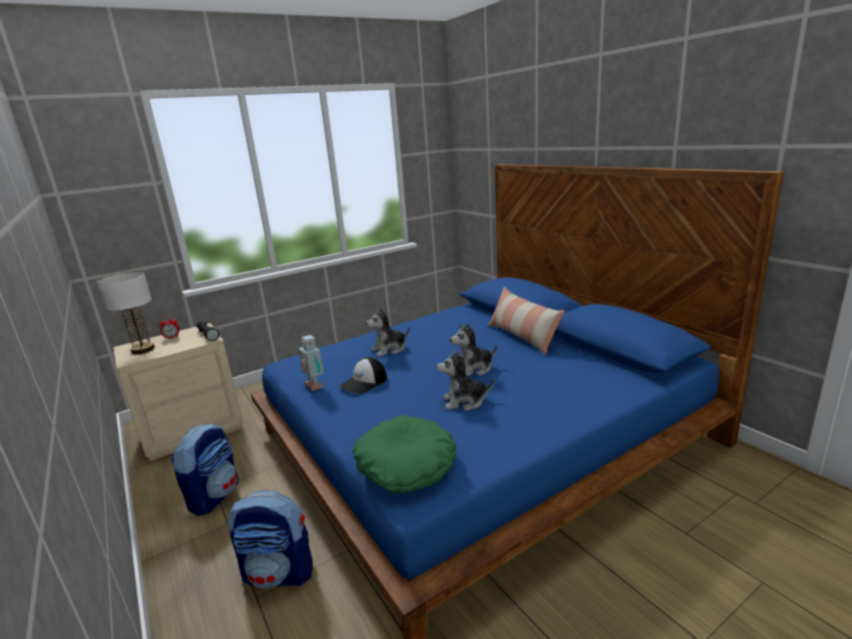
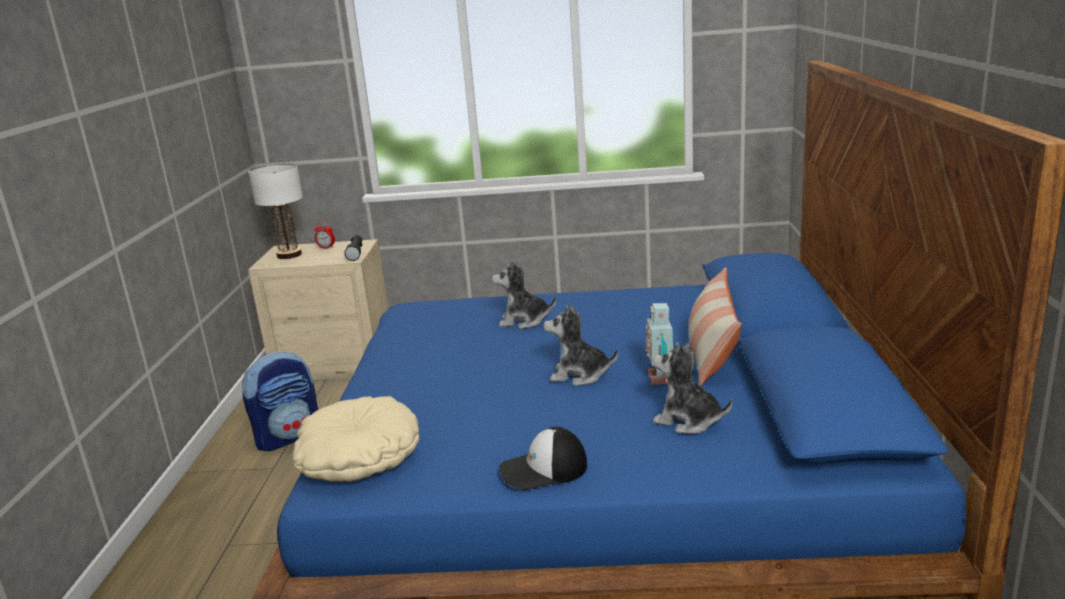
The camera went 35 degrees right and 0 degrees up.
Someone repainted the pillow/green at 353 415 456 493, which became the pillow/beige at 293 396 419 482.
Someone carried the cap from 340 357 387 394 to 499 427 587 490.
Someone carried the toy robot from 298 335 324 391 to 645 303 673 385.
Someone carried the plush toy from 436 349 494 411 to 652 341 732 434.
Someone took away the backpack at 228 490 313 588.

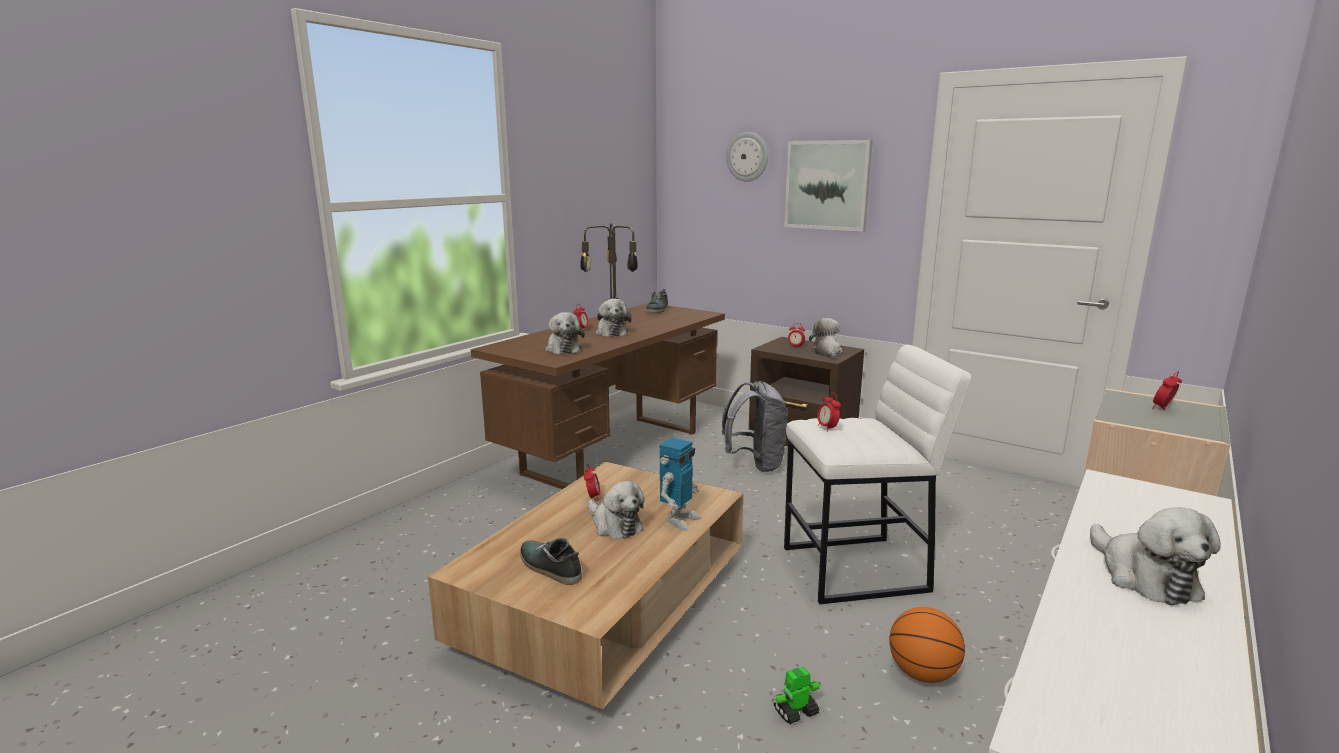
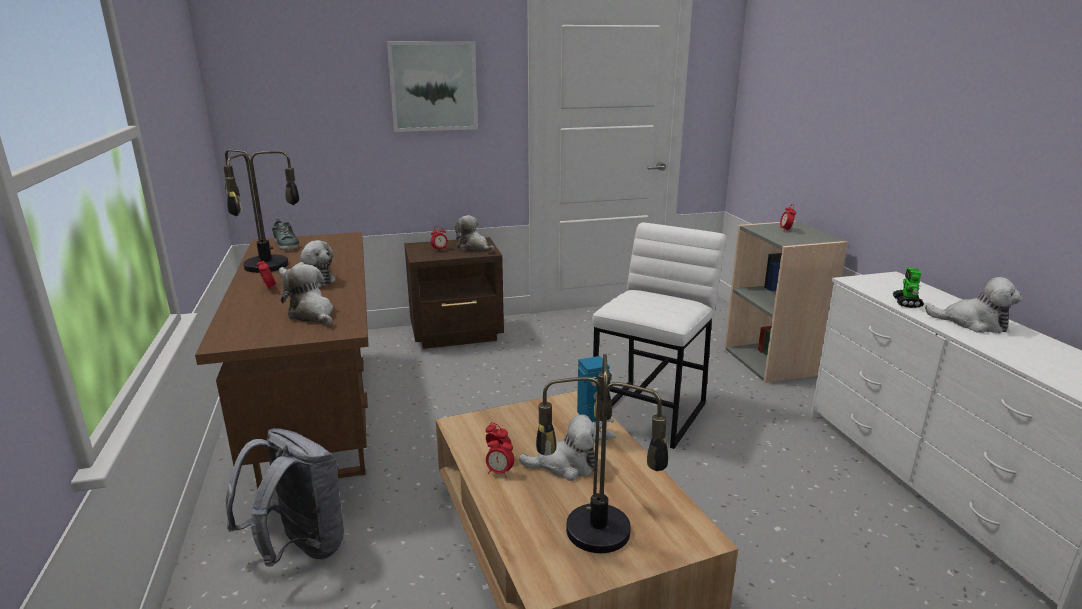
The camera went 50 degrees left and 5 degrees up.
Someone carried the backpack/grey from 722 381 788 472 to 226 428 344 567.
Someone rotated the plush toy at 545 312 585 354 by 150 degrees counterclockwise.
Someone carried the alarm clock from 818 393 841 432 to 486 435 514 478.
Someone swapped the shoe at 520 538 582 585 for the table lamp at 536 354 668 553.
Someone carried the toy robot from 771 667 821 724 to 893 268 924 308.
Someone took away the wall clock at 726 132 768 182.
Someone took away the basketball at 889 607 965 683.

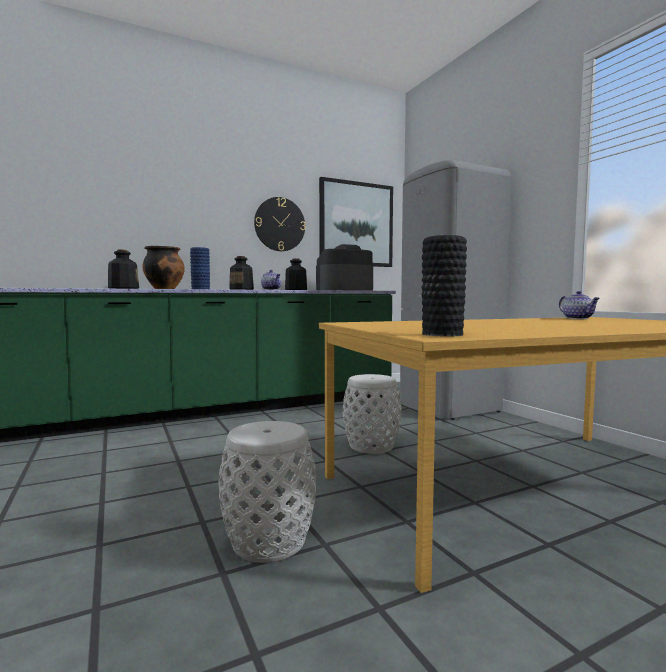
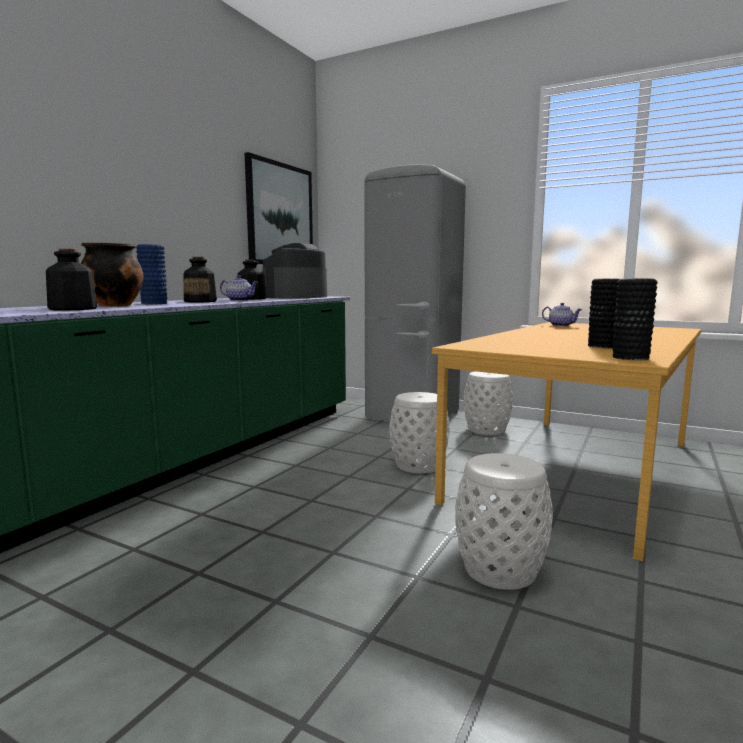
The camera went 35 degrees left and 5 degrees up.
Someone put down the stool/white at 463 371 513 435.
Someone put down the vase/black at 588 279 620 348.
Someone took away the wall clock at 254 197 306 251.

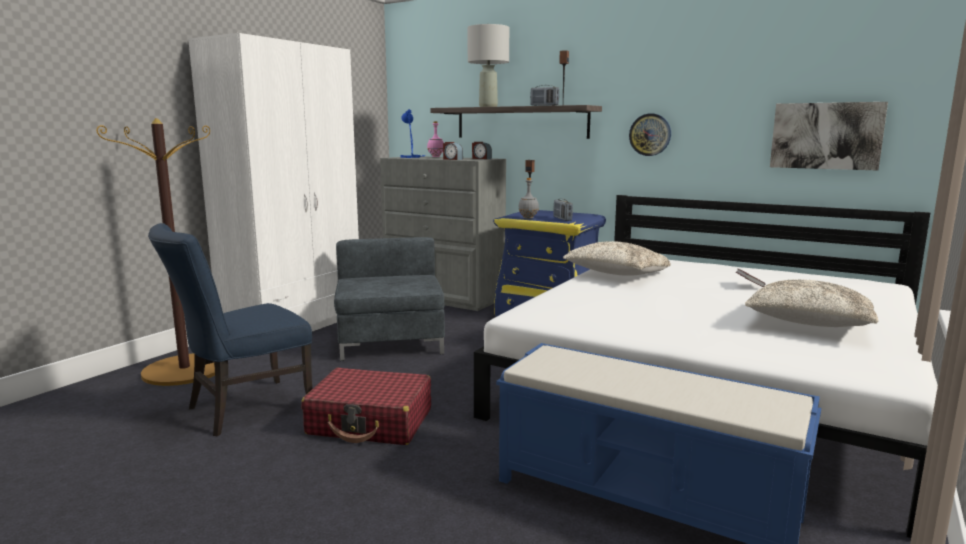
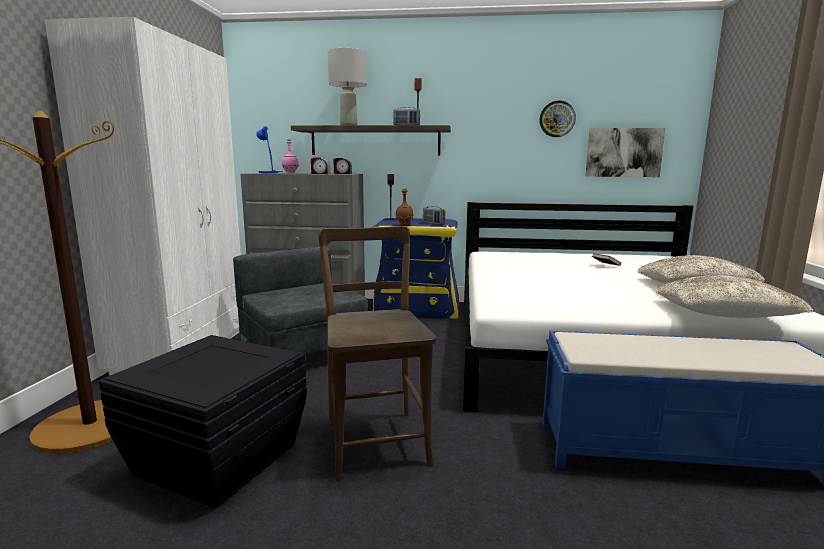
The camera went 25 degrees left and 0 degrees up.
Someone swapped the chair/blue at 148 223 313 437 for the storage box/black at 99 335 307 508.
Someone swapped the suitcase/red at 301 368 431 445 for the chair/brown at 319 226 437 479.
Someone repainted the bottle/grey at 519 178 539 219, which became the bottle/brown at 396 188 414 225.
Someone carried the wall clock from 629 113 671 156 to 539 101 576 137.
Someone carried the pillow/beige from 563 241 670 276 to 656 275 813 318.

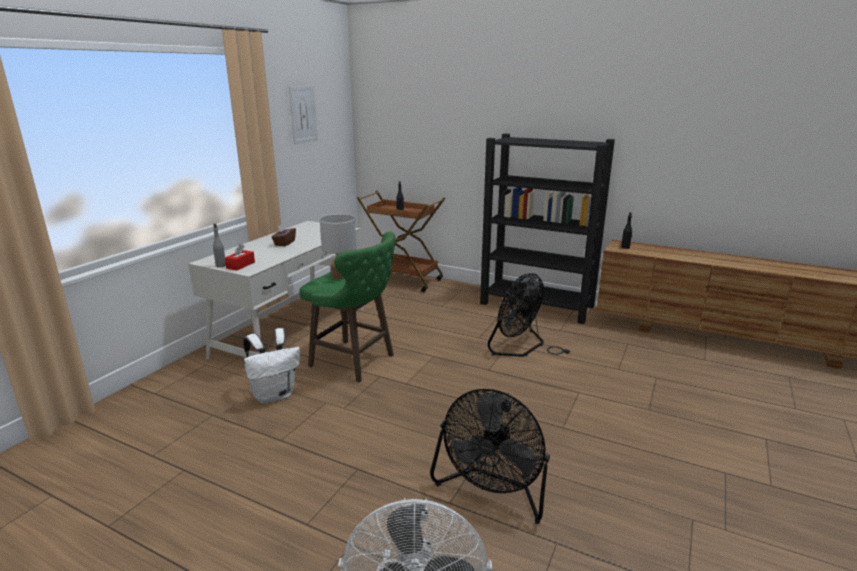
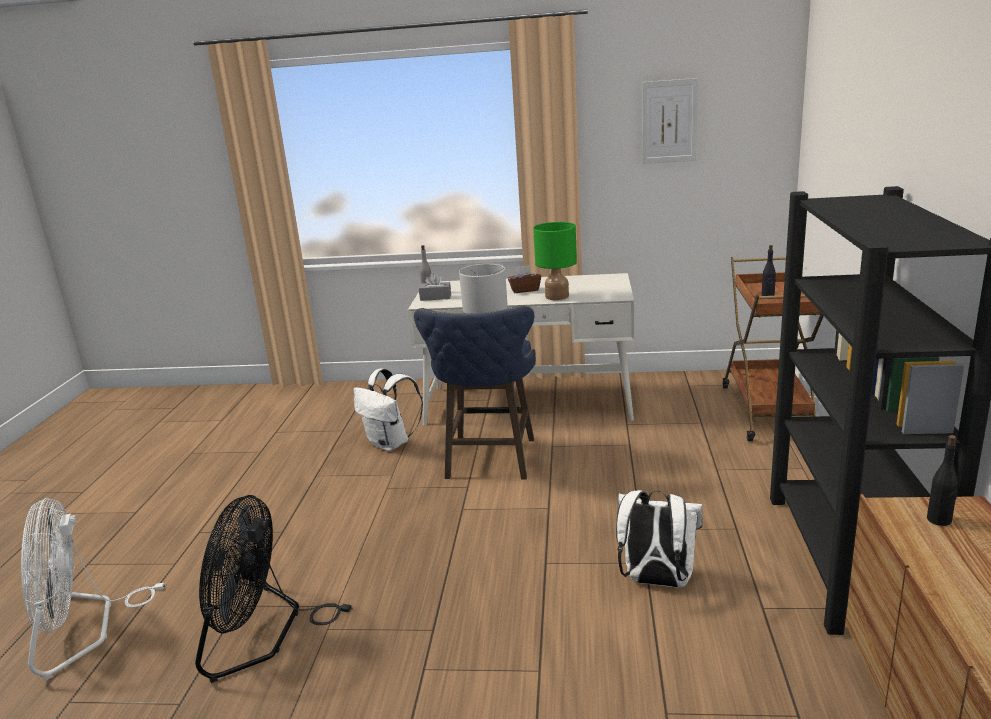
The camera went 70 degrees right and 0 degrees up.
Someone repainted the stool/green at 300 231 396 382, which became the stool/blue at 414 305 536 479.
Someone repainted the tissue box/red at 225 244 255 270, which became the tissue box/grey at 419 273 451 301.
Someone put down the table lamp/green at 533 222 577 300.
Someone swapped the fan/black at 488 273 570 357 for the backpack/white at 616 490 703 588.

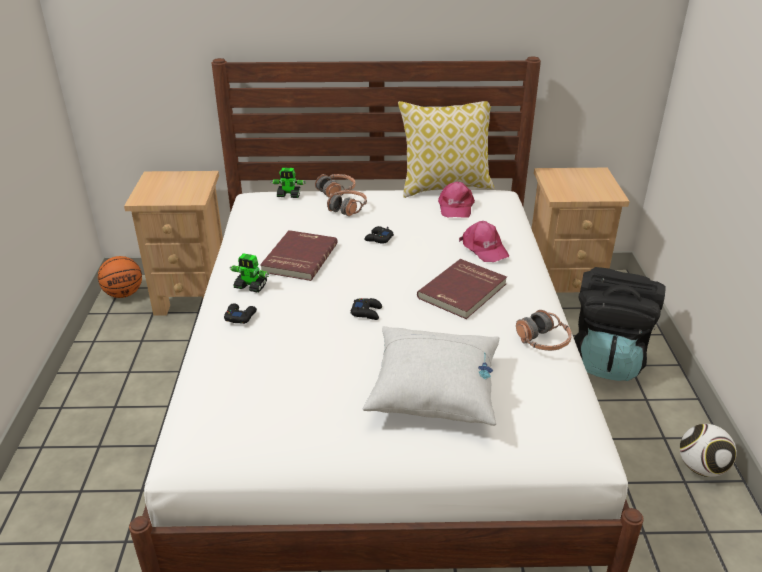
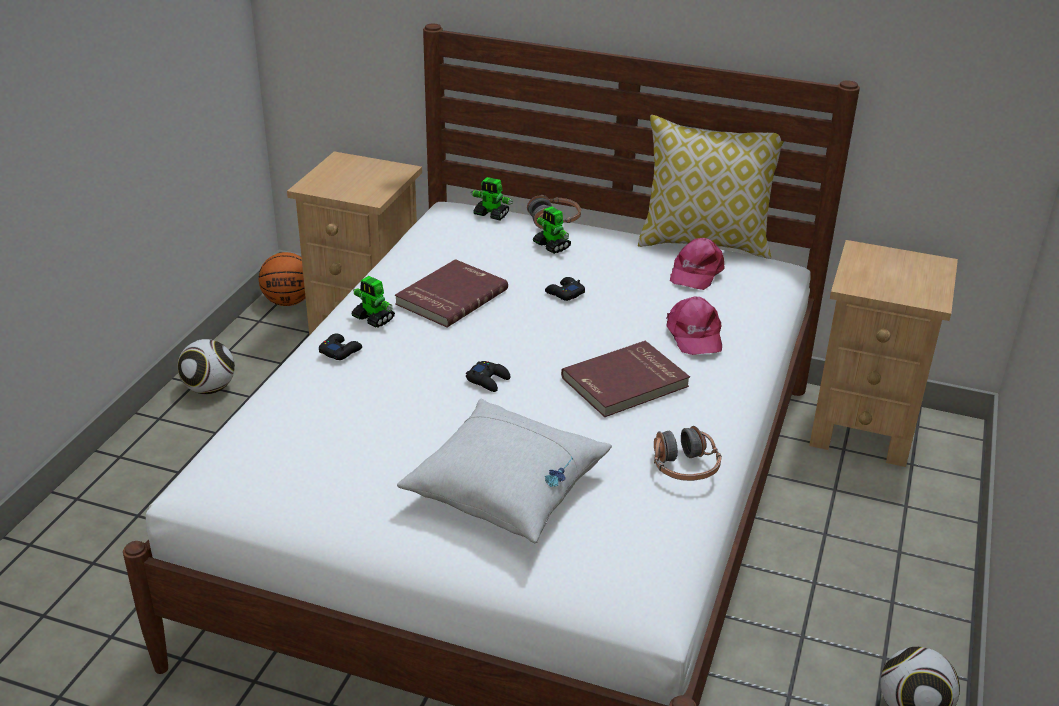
The camera went 20 degrees right and 0 degrees up.
Someone put down the football at 178 339 235 394.
Someone swapped the headphones at 327 190 367 216 for the toy robot at 533 206 571 254.
Someone took away the backpack/black at 574 267 666 381.

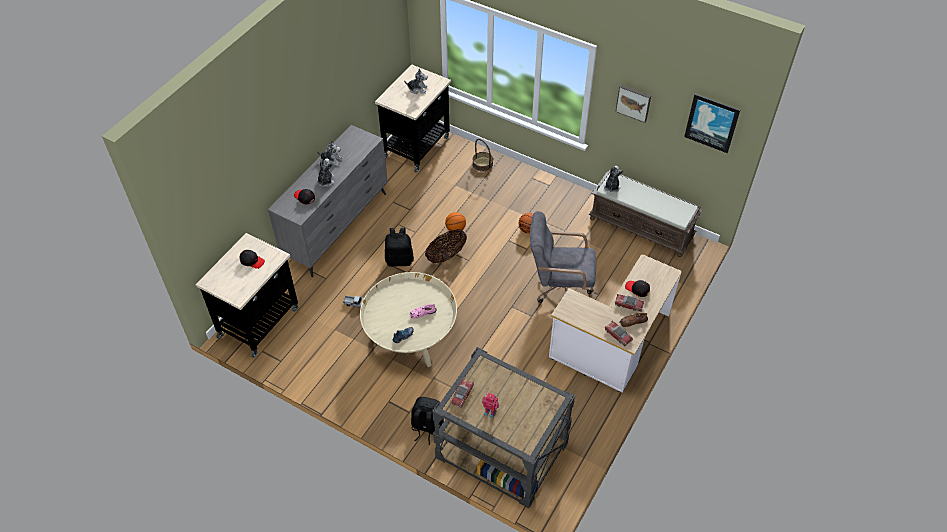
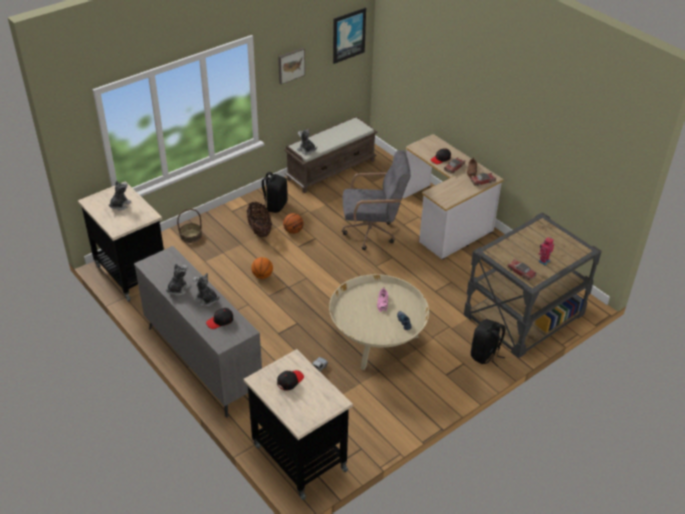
The camera went 70 degrees left and 10 degrees down.
Someone carried the basket from 425 229 467 263 to 247 202 272 237.
Someone carried the backpack/black from 385 228 414 266 to 259 172 288 213.
Someone rotated the office chair/grey at 530 211 596 303 by 120 degrees counterclockwise.

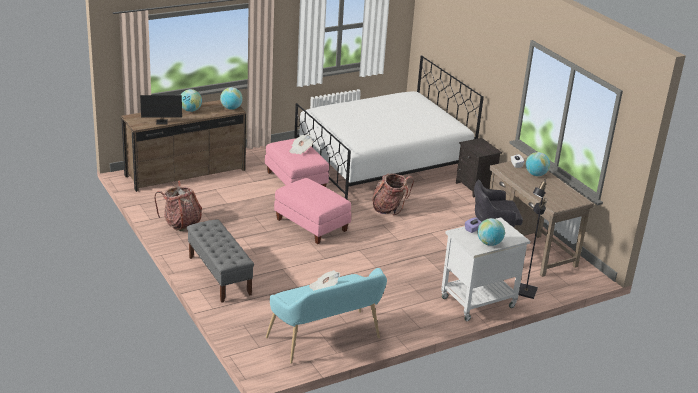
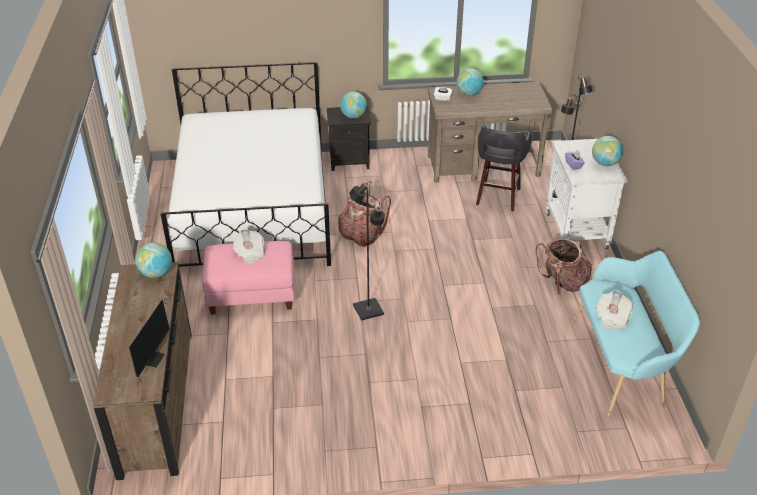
The camera went 65 degrees left and 10 degrees up.
Someone carried the globe from 181 89 202 112 to 340 92 367 119.
Someone swapped the ottoman/pink at 274 178 351 244 for the floor lamp/black at 349 181 385 321.
Someone carried the backpack from 154 181 202 231 to 536 238 592 295.
Someone took away the bench/grey at 187 220 254 303.

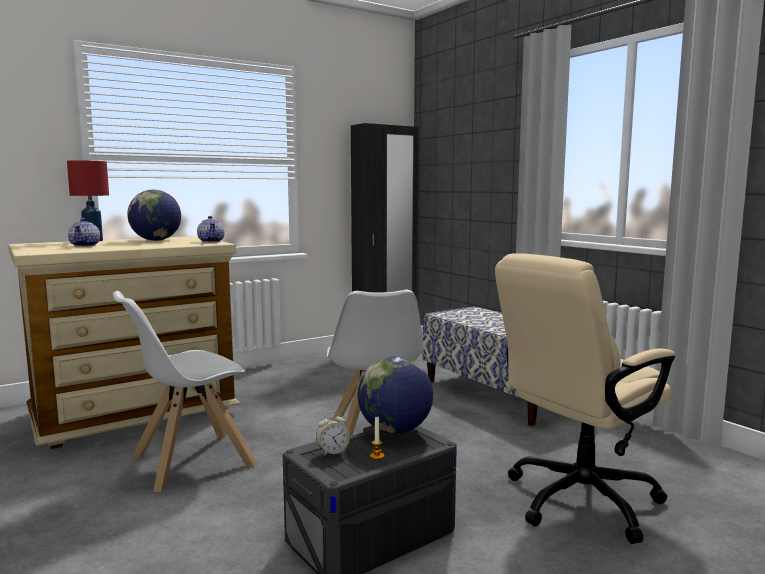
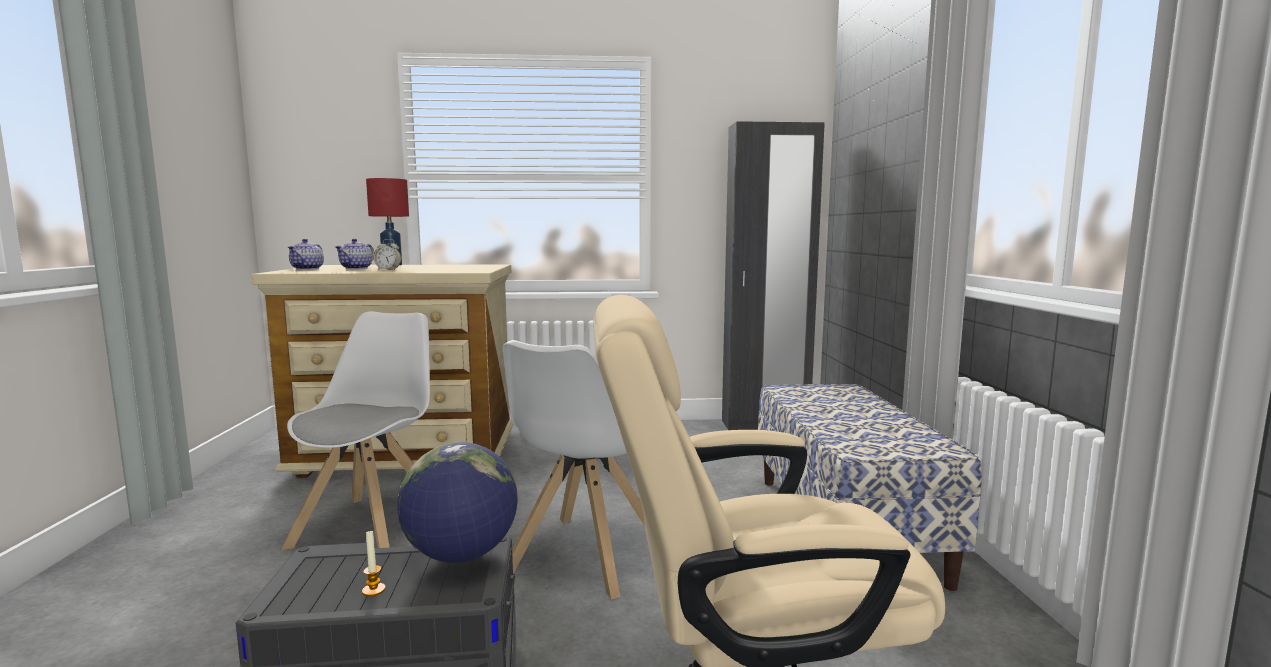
The camera went 30 degrees right and 0 degrees up.
Someone rotated the chair at 113 291 257 492 by 105 degrees clockwise.
Someone carried the teapot from 197 216 225 243 to 288 239 324 270.
Someone carried the alarm clock from 316 411 350 456 to 374 239 401 270.
Someone took away the globe at 127 190 181 241.

